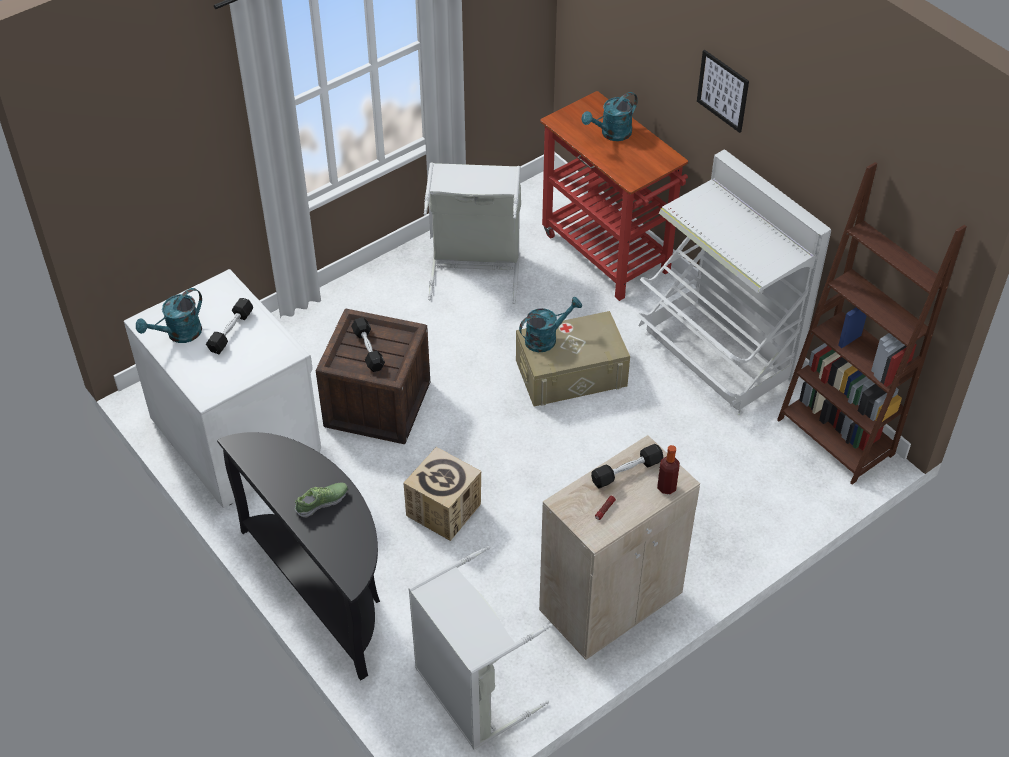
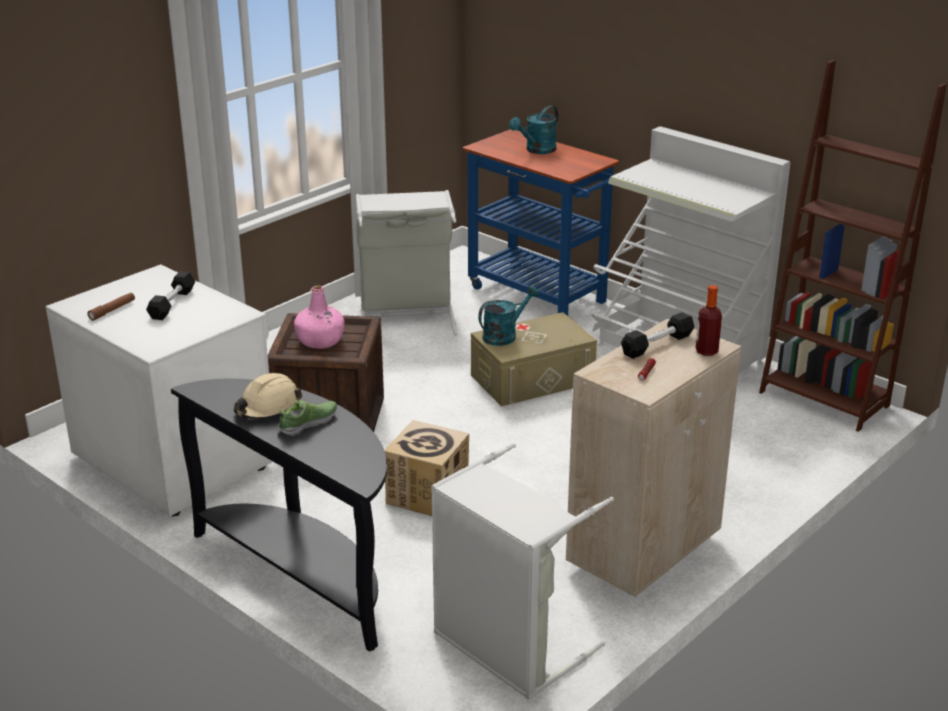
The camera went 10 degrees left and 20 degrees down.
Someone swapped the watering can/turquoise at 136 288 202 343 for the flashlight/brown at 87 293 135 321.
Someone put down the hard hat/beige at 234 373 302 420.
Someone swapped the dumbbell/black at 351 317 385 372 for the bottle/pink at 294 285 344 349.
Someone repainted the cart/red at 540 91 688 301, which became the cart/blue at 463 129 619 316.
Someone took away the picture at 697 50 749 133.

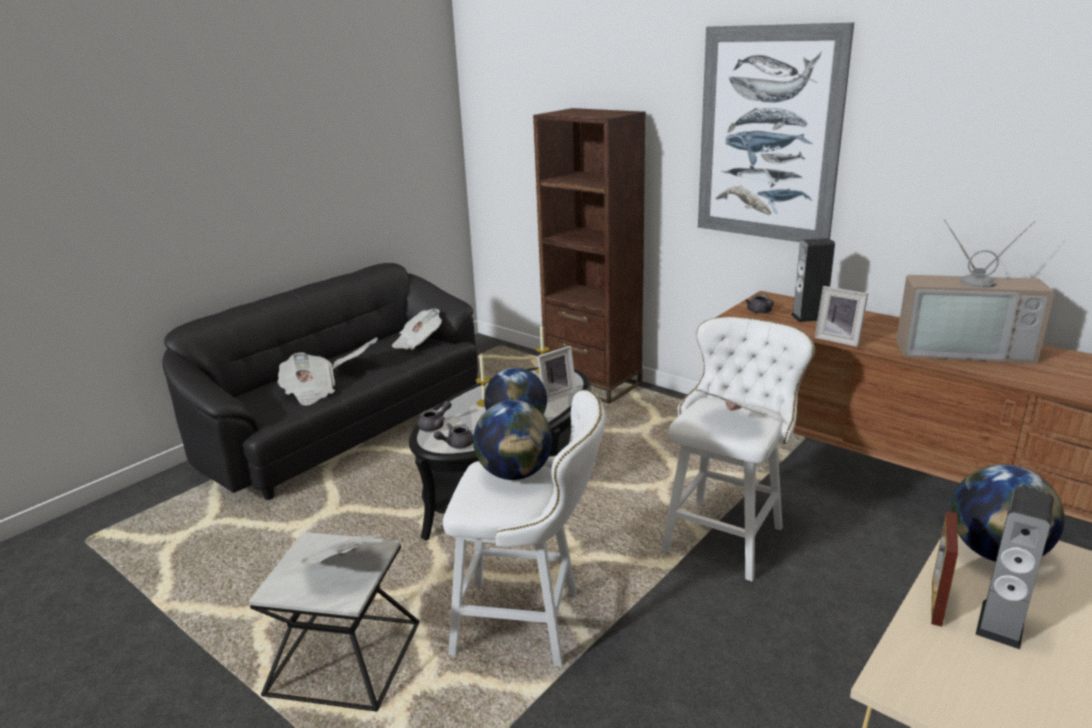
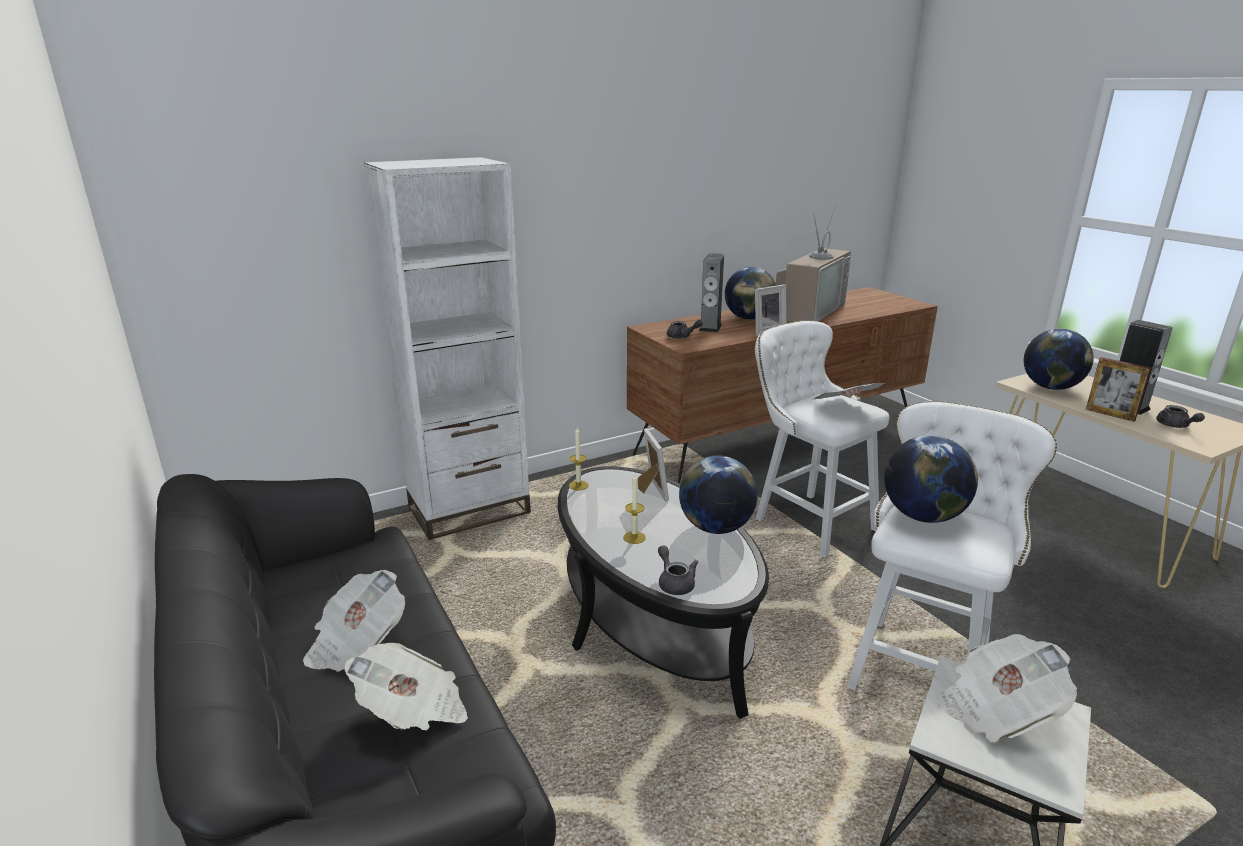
The camera went 70 degrees left and 0 degrees up.
Someone repainted the bookcase/brown at 533 108 646 404, which became the bookcase/white at 364 157 531 540.
Someone put down the globe at 725 267 776 320.
Someone carried the teapot/grey from 434 423 473 449 to 1156 405 1205 428.
Someone took away the newspaper at 392 309 442 350.
Someone took away the picture at 698 22 854 242.

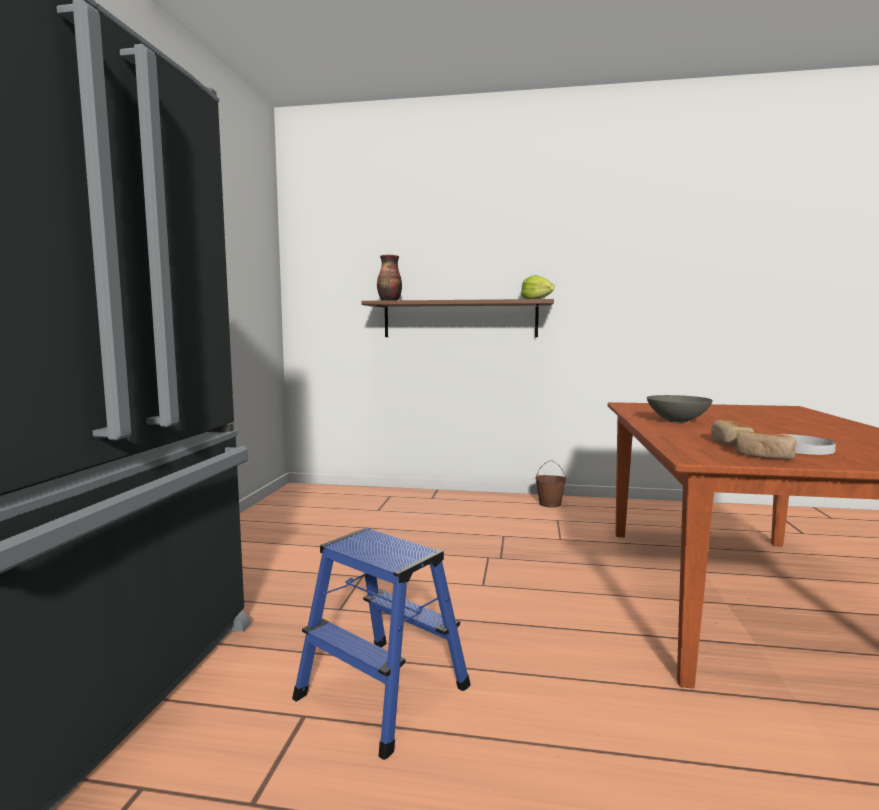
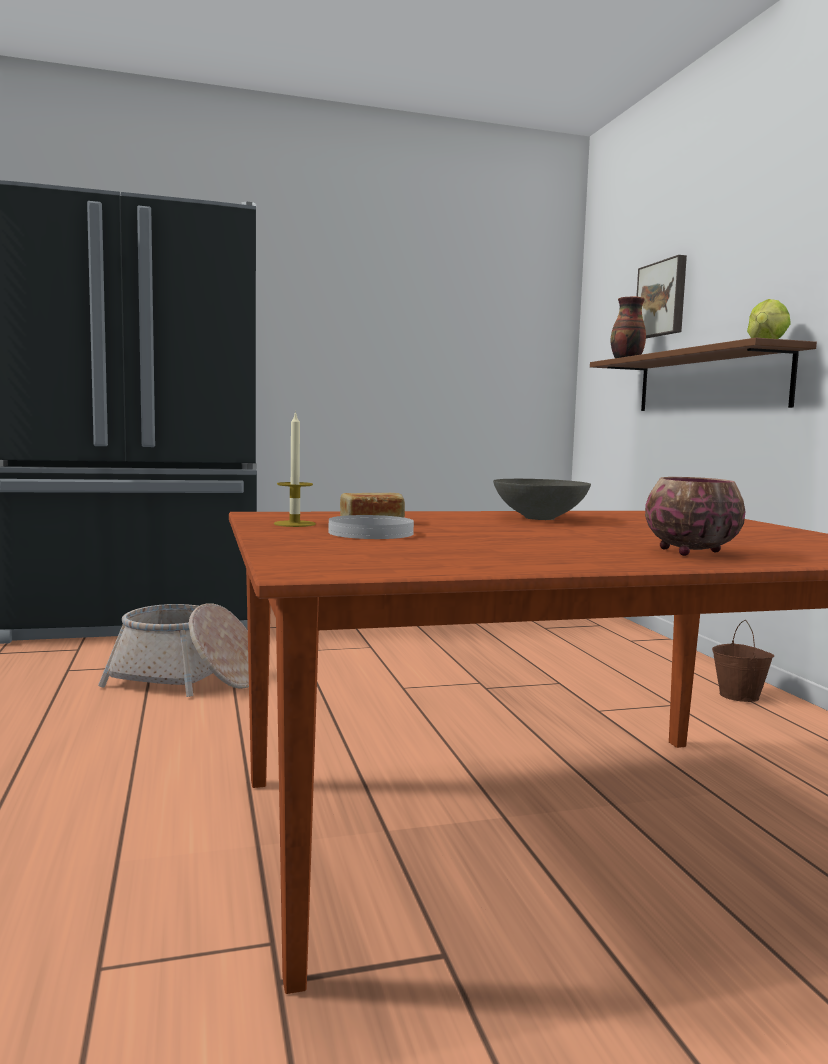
The camera went 65 degrees right and 0 degrees up.
Someone swapped the step ladder/blue at 292 527 471 760 for the basket at 98 603 249 697.
Someone swapped the bread at 736 432 797 460 for the candle at 274 411 316 527.
Someone put up the picture at 636 255 687 338.
Someone put down the bowl at 645 477 745 556.

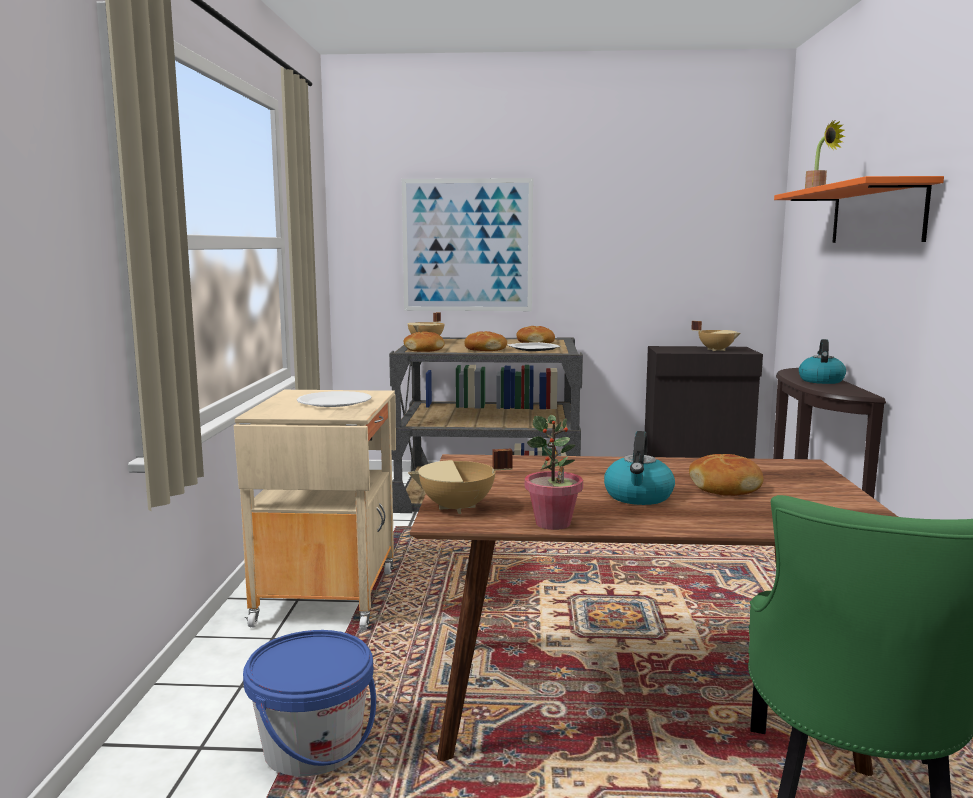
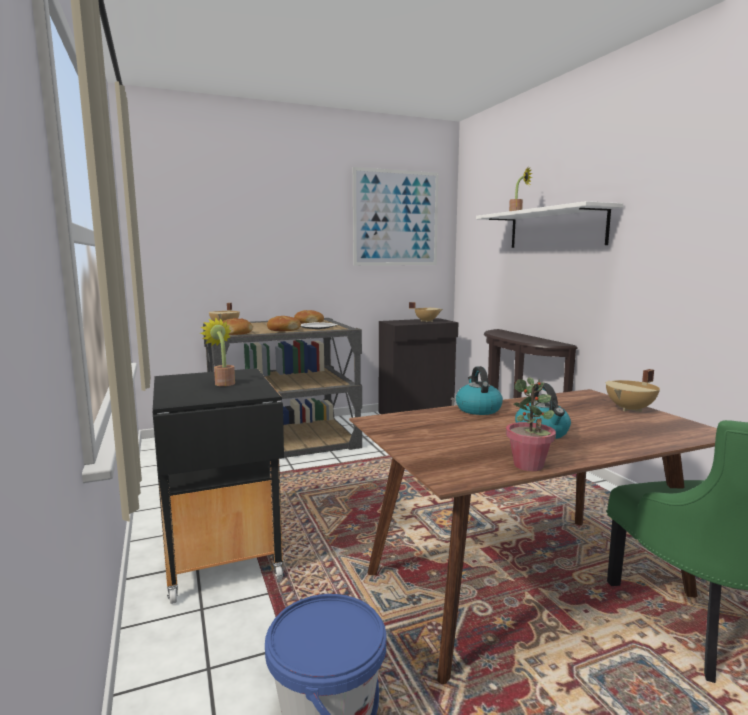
The camera went 25 degrees left and 0 degrees up.
Someone repainted the cart/beige at 234 390 396 630, which became the cart/black at 153 368 284 604.
Someone swapped the plate/white at 297 391 371 407 for the potted plant at 200 317 235 386.
Someone carried the picture from 402 178 533 311 to 353 167 439 265.
Someone carried the kettle from 799 339 846 384 to 456 366 503 415.
Someone repainted the shelf/orange at 774 176 944 243, which became the shelf/white at 476 201 623 248.
Someone carried the cooking pot/beige from 408 449 513 514 to 606 369 660 412.
Someone took away the bread at 689 454 763 496.

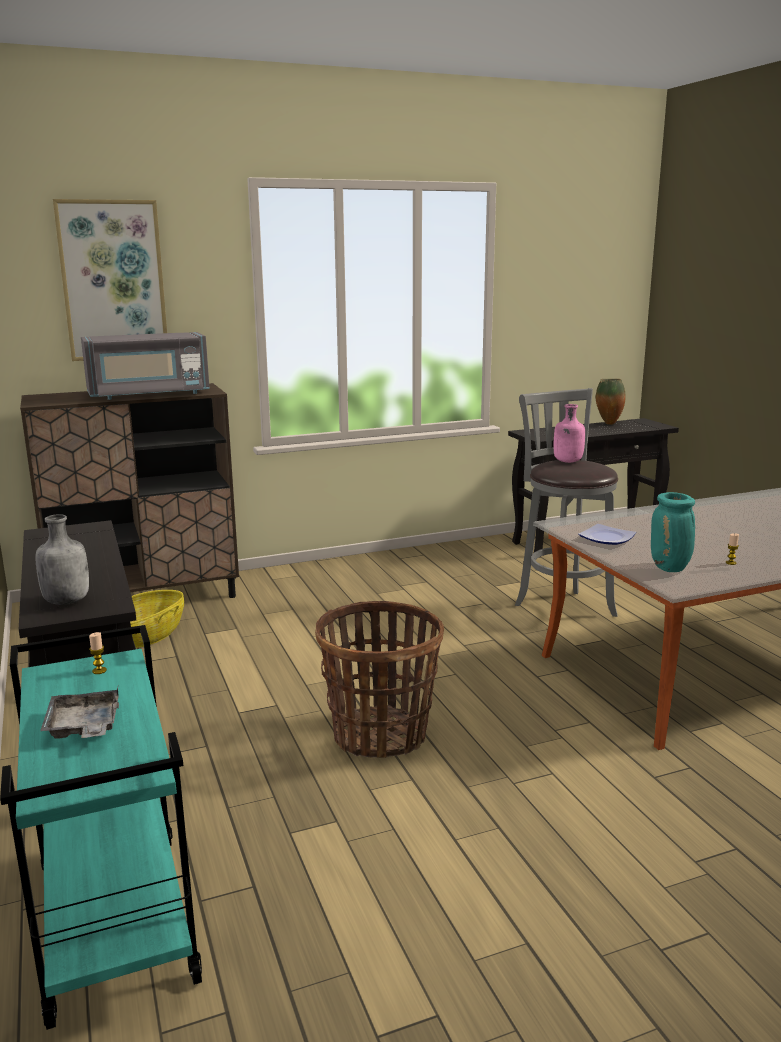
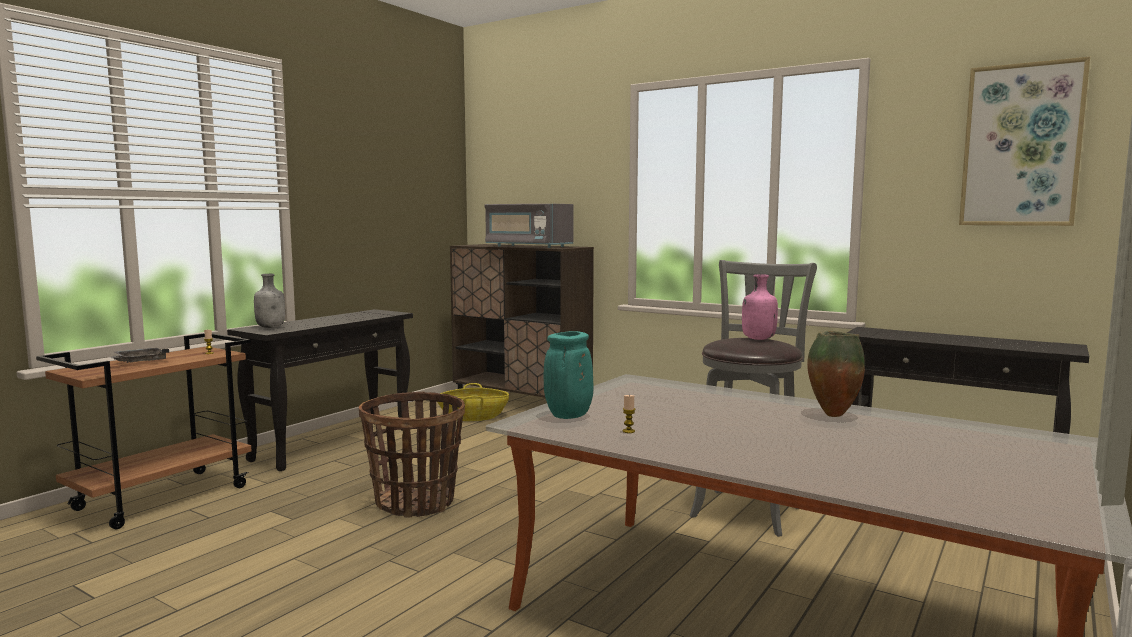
The camera went 55 degrees right and 10 degrees down.
Someone repainted the cart/turquoise at 0 625 202 1030, which became the cart/brown at 36 333 251 529.
Someone carried the vase from 596 379 625 425 to 807 331 865 417.
Someone carried the picture from 53 199 167 361 to 959 57 1090 226.
Someone took away the plate at 578 524 636 545.

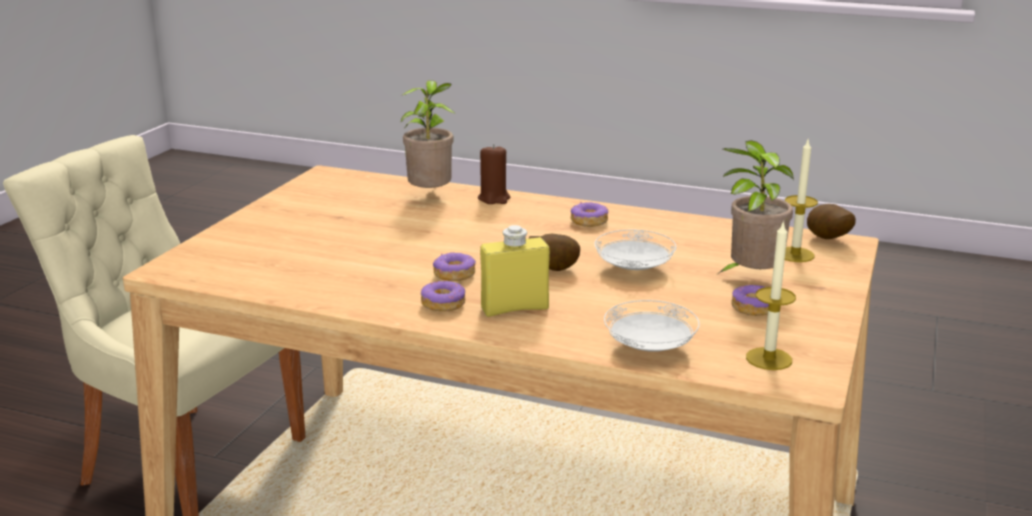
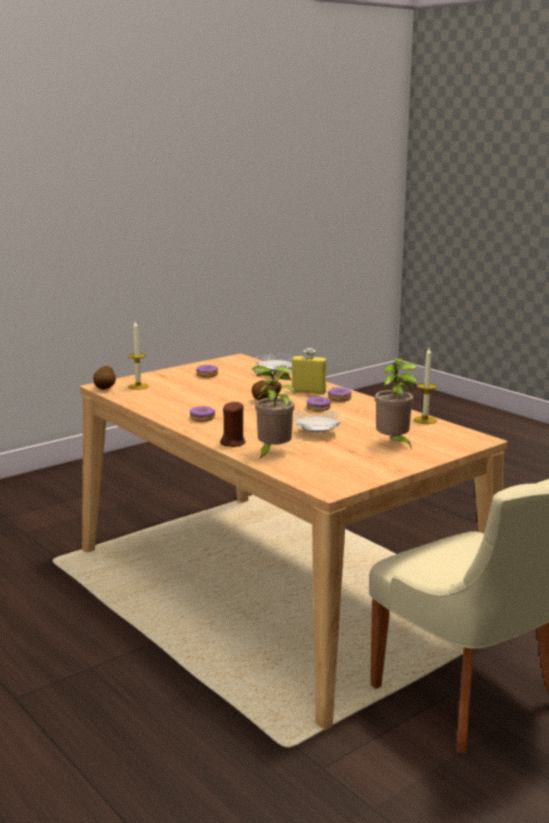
The camera went 150 degrees left and 5 degrees down.
Someone carried the plate/white from 595 230 676 270 to 293 409 343 434.
Someone carried the potted plant from 719 140 794 273 to 375 358 417 450.
Someone carried the candle from 746 220 796 370 to 413 348 437 424.

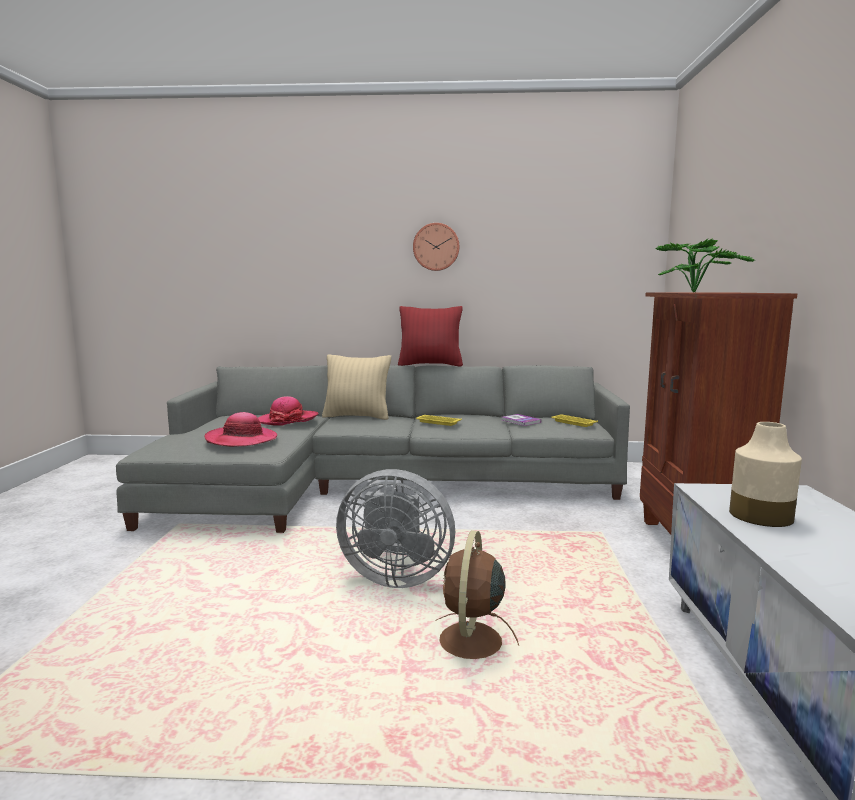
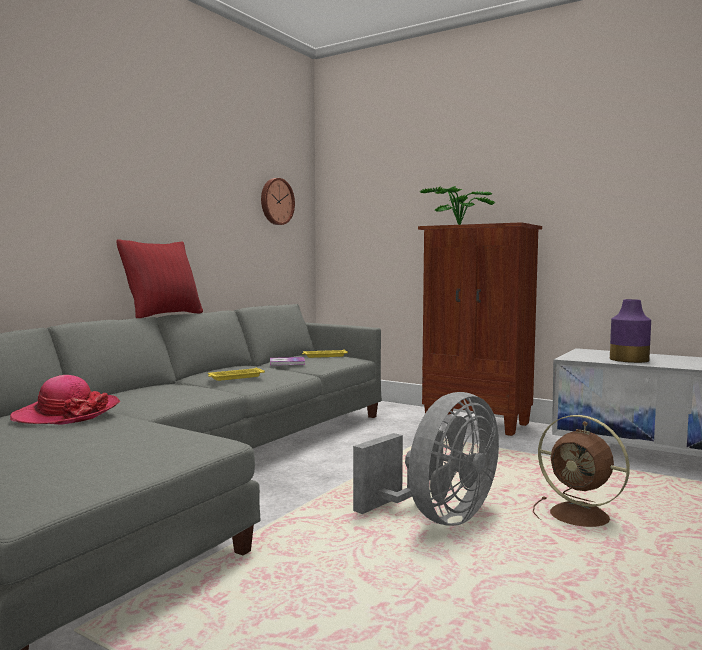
The camera went 60 degrees left and 5 degrees down.
Someone carried the wall clock from 413 223 459 271 to 261 178 295 225.
Someone repainted the vase/beige at 729 422 802 527, which became the vase/purple at 610 299 651 363.
Someone took away the hat at 204 412 277 447.
Someone took away the pillow/beige at 322 354 391 420.

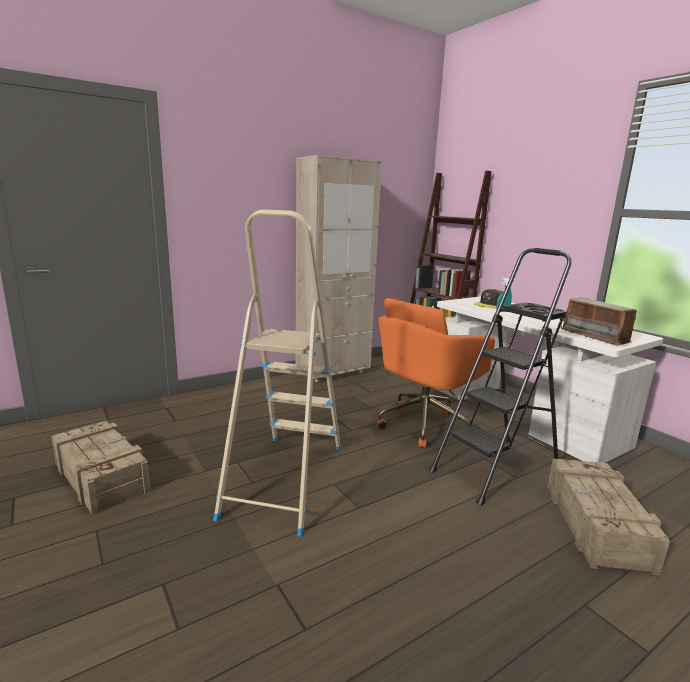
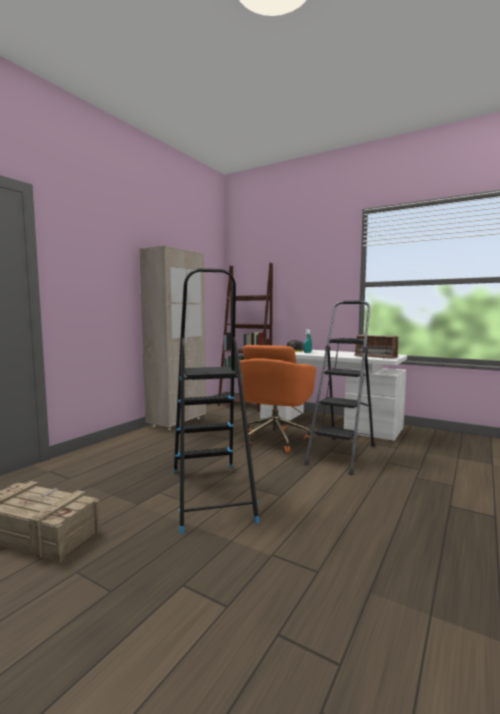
The camera went 25 degrees left and 10 degrees down.
Someone repainted the step ladder/beige at 213 210 341 537, which became the step ladder/black at 174 268 259 534.
Someone took away the crate at 547 459 670 575.

